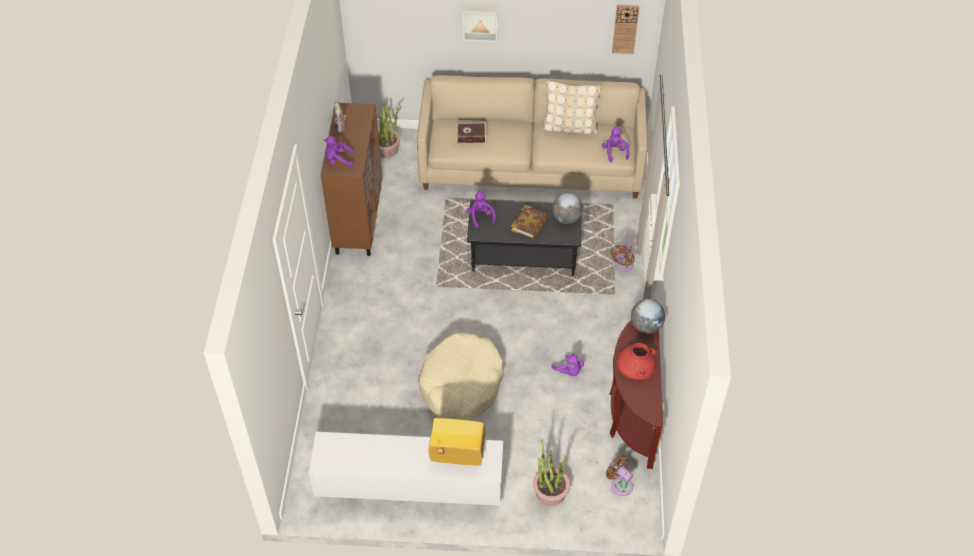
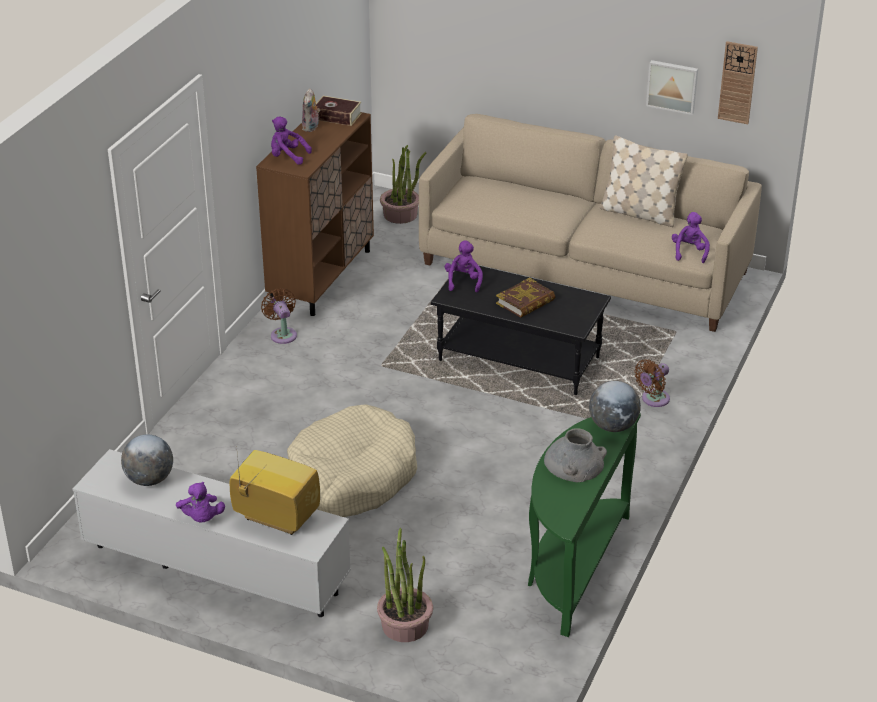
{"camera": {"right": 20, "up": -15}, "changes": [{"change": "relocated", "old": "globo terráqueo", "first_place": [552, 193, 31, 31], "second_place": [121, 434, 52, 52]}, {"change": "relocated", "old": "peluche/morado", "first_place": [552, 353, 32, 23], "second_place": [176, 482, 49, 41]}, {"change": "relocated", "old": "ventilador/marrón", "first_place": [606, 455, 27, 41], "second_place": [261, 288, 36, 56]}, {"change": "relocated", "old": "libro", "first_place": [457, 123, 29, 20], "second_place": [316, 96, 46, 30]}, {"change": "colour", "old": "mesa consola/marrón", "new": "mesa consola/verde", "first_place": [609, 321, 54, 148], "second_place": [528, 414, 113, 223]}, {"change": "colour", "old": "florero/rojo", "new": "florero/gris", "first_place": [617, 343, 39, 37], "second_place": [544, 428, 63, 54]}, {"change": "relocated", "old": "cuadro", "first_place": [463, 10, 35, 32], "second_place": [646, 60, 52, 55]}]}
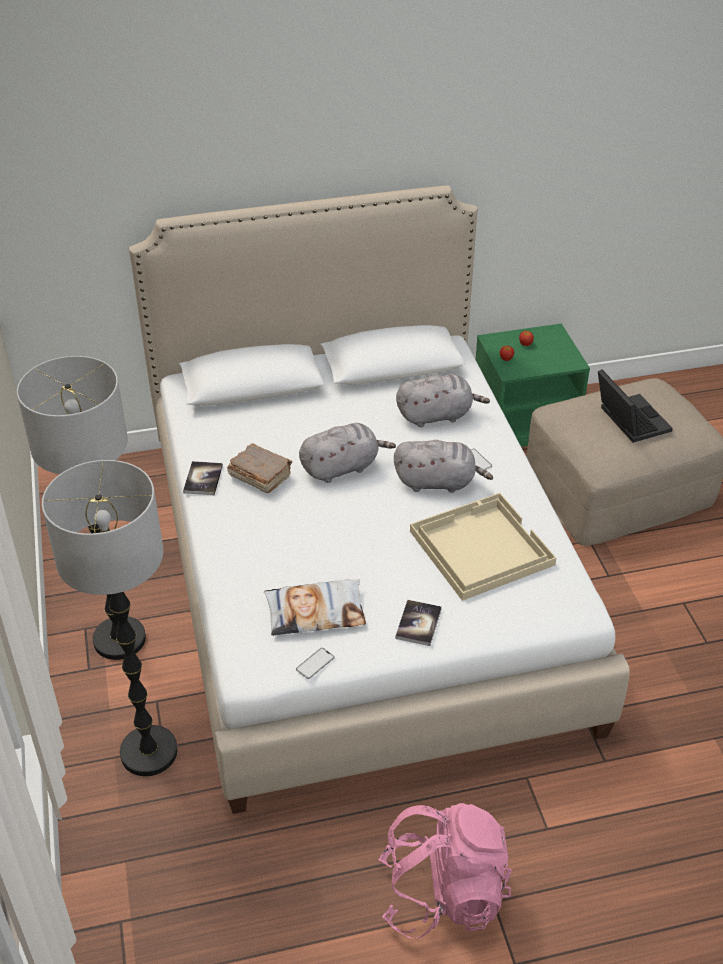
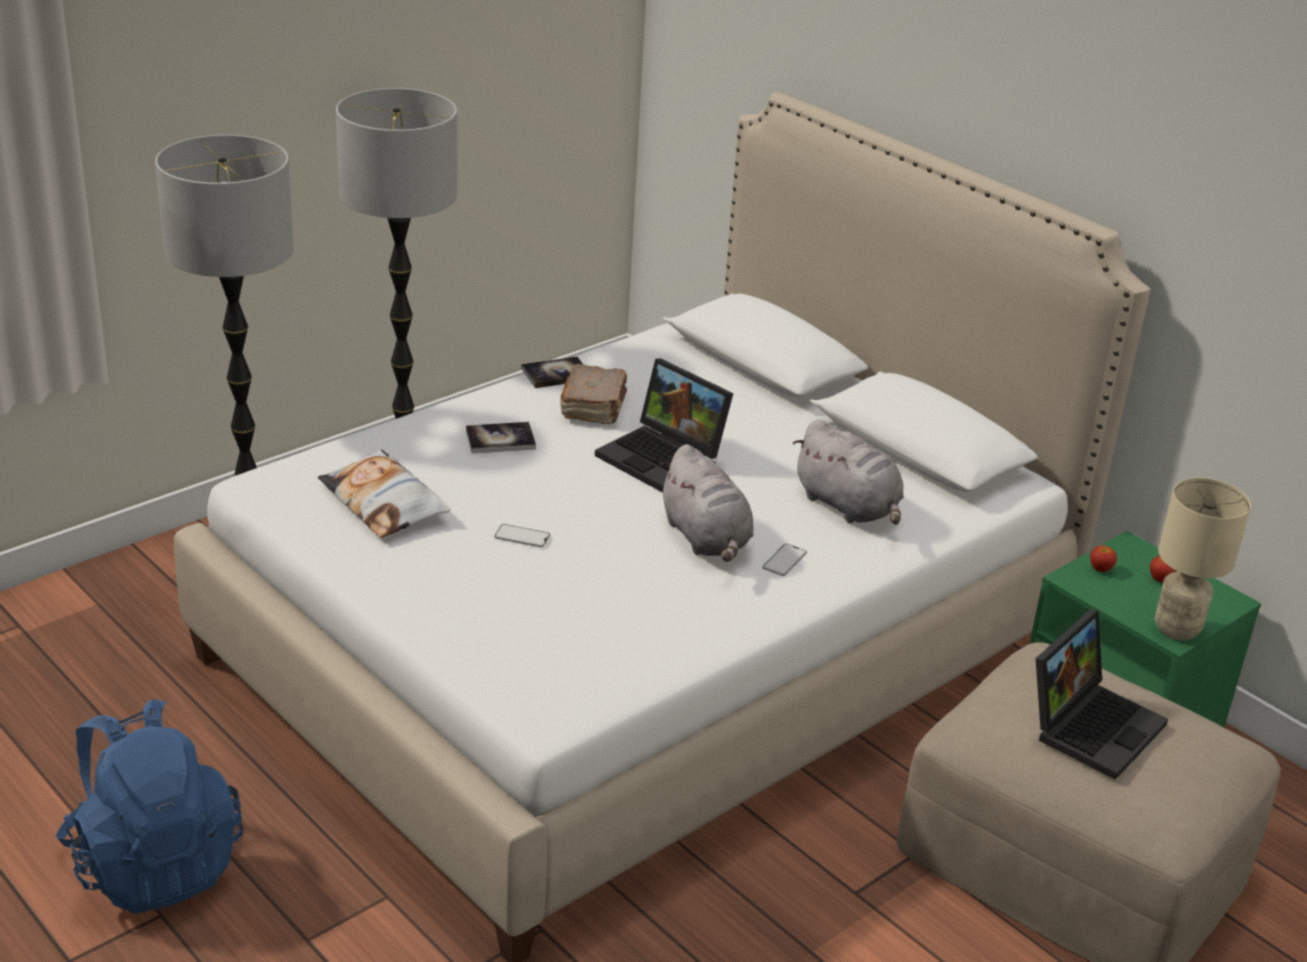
{"camera": {"right": 60, "up": -10}, "changes": [{"change": "colour", "old": "mochila/rosa", "new": "mochila/azul", "first_place": [378, 803, 134, 136], "second_place": [56, 699, 187, 215]}, {"change": "relocated", "old": "libro", "first_place": [395, 600, 47, 46], "second_place": [466, 422, 70, 31]}, {"change": "relocated", "old": "móvil", "first_place": [296, 648, 39, 31], "second_place": [494, 524, 56, 23]}, {"change": "exchanged", "old": "peluche/gris", "new": "portátil", "first_place": [299, 423, 97, 60], "second_place": [595, 358, 138, 135]}, {"change": "appeared", "new": "lámpara de mesa/beis", "second_place": [1155, 478, 96, 162]}, {"change": "missing", "old": "bandeja/beis", "first_place": [410, 493, 146, 108]}]}
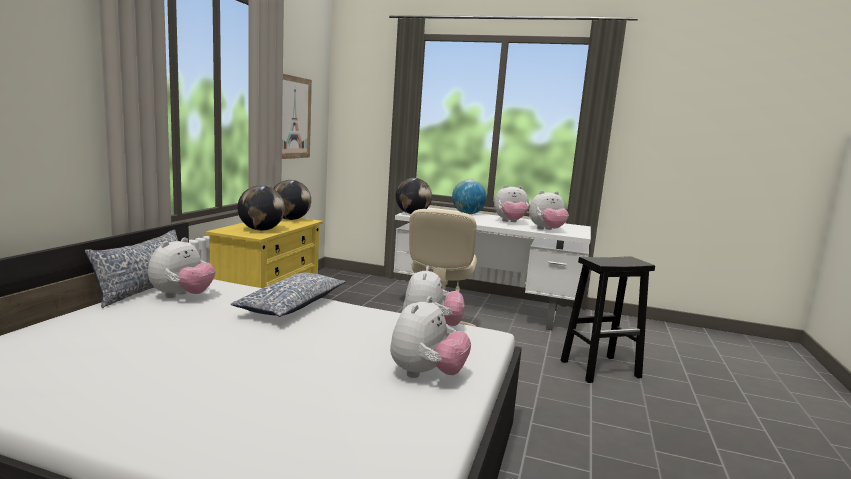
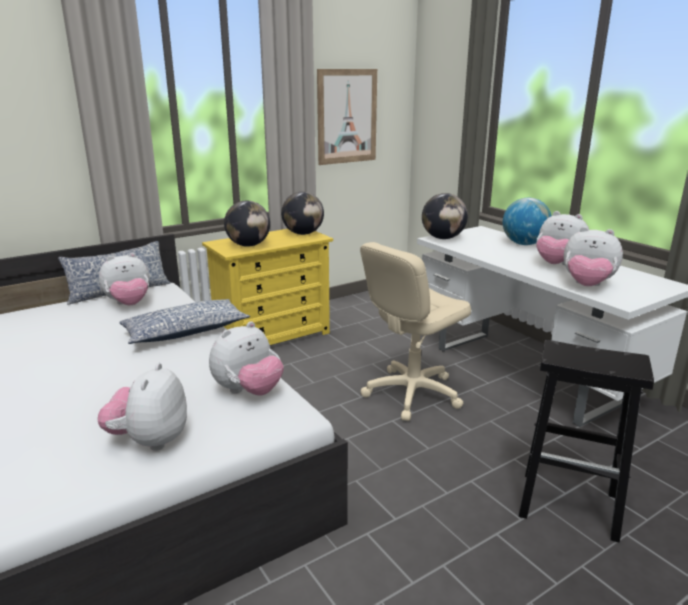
{"camera": {"right": 40, "up": 10}, "changes": [{"change": "spun", "old": "peluche", "first_place": [390, 296, 81, 82], "second_place": [97, 363, 90, 88], "degrees": 120}]}
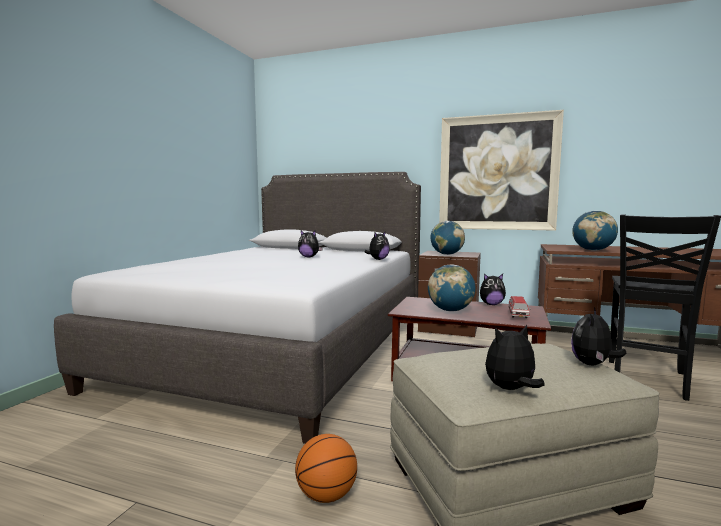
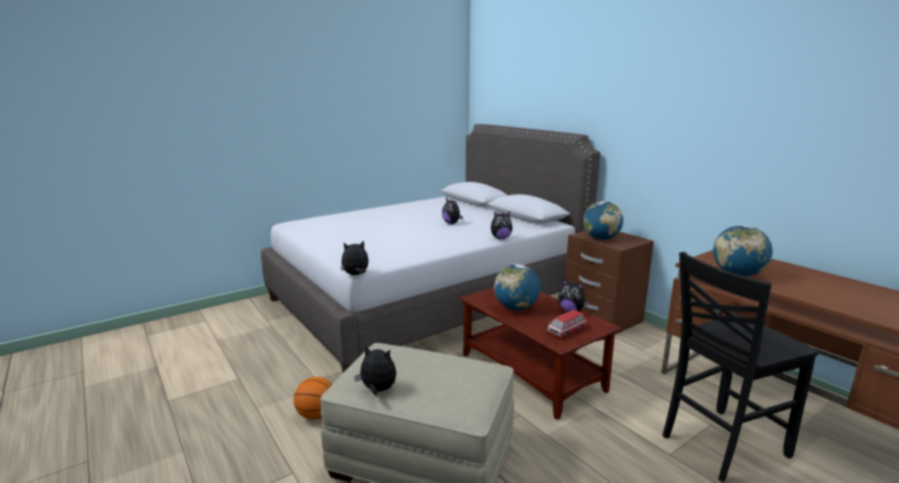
{"camera": {"right": 35, "up": 10}, "changes": [{"change": "relocated", "old": "peluche", "first_place": [571, 307, 55, 58], "second_place": [341, 241, 28, 34]}, {"change": "missing", "old": "cuadro", "first_place": [439, 110, 125, 121]}]}
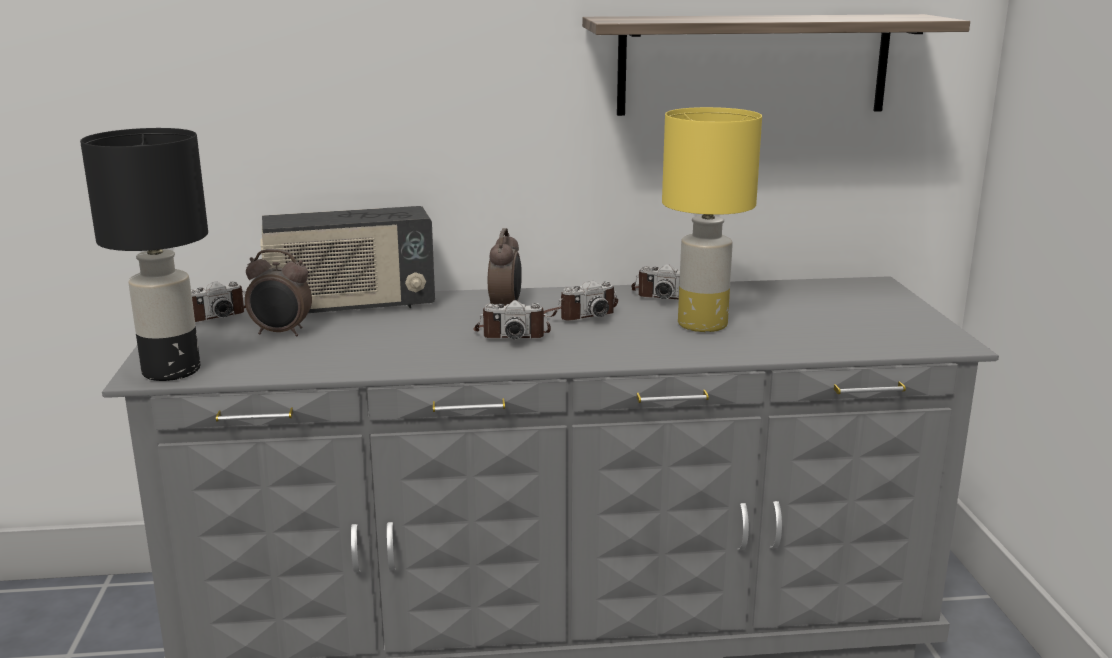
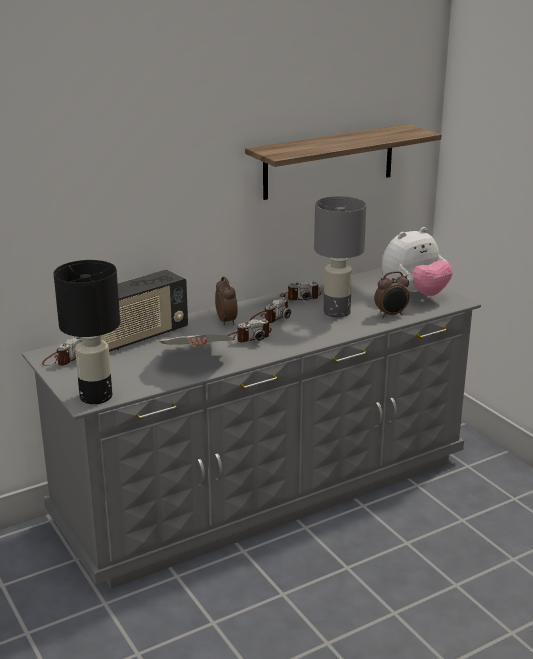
{"camera": {"right": -25, "up": 5}, "changes": [{"change": "appeared", "new": "periódico", "second_place": [158, 335, 77, 13]}, {"change": "colour", "old": "lámpara de mesa/amarillo", "new": "lámpara de mesa/gris", "first_place": [662, 107, 100, 225], "second_place": [314, 196, 52, 122]}, {"change": "relocated", "old": "despertador", "first_place": [245, 249, 67, 87], "second_place": [374, 271, 35, 47]}, {"change": "appeared", "new": "peluche", "second_place": [382, 227, 71, 69]}]}
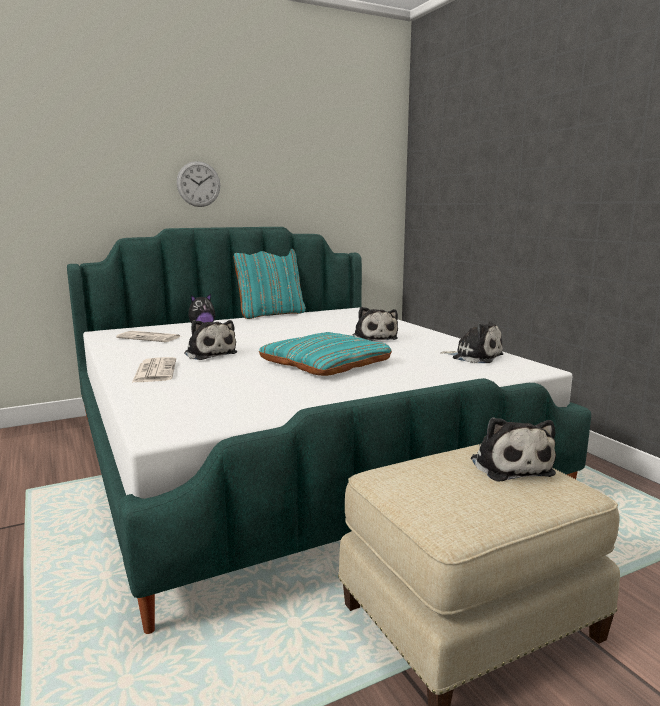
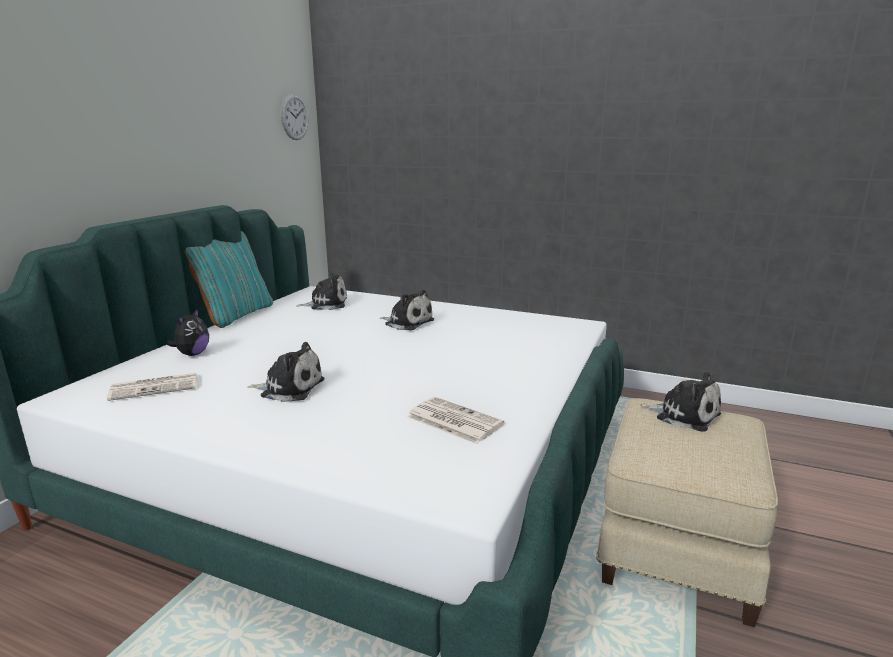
{"camera": {"right": -40, "up": 5}, "changes": [{"change": "relocated", "old": "reloj de pared", "first_place": [177, 161, 43, 46], "second_place": [281, 94, 27, 46]}, {"change": "relocated", "old": "peluche", "first_place": [440, 321, 63, 42], "second_place": [296, 273, 51, 37]}, {"change": "relocated", "old": "periódico", "first_place": [132, 357, 44, 26], "second_place": [407, 397, 97, 47]}, {"change": "missing", "old": "cojín/turquesa", "first_place": [259, 332, 133, 44]}]}
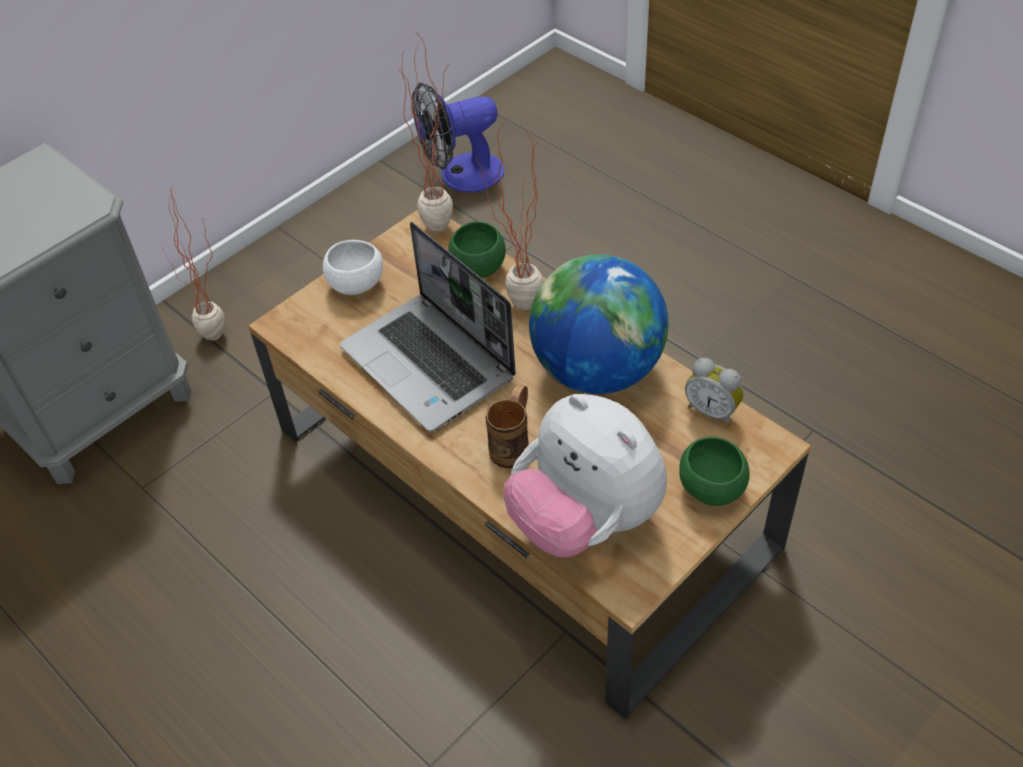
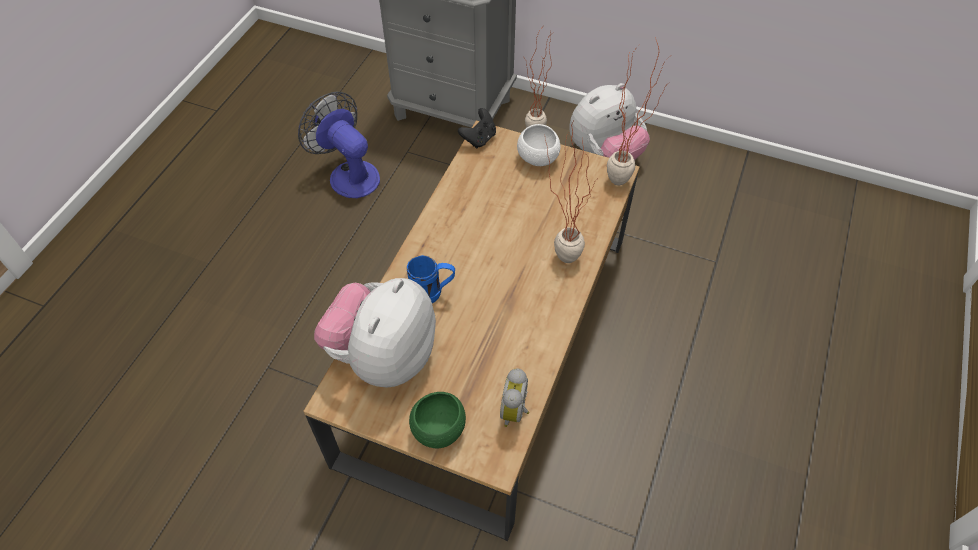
{"camera": {"right": 65, "up": 5}, "changes": [{"change": "relocated", "old": "ventilador", "first_place": [412, 83, 92, 109], "second_place": [298, 92, 82, 106]}, {"change": "colour", "old": "taza grande/marrón", "new": "taza grande/azul", "first_place": [485, 384, 44, 84], "second_place": [407, 255, 48, 48]}, {"change": "appeared", "new": "mando de consola/negro", "second_place": [458, 108, 38, 40]}, {"change": "appeared", "new": "peluche", "second_place": [569, 83, 81, 77]}, {"change": "missing", "old": "portátil", "first_place": [340, 222, 176, 210]}, {"change": "missing", "old": "cuenco/verde", "first_place": [448, 221, 58, 57]}, {"change": "missing", "old": "globo terráqueo", "first_place": [529, 254, 139, 140]}]}
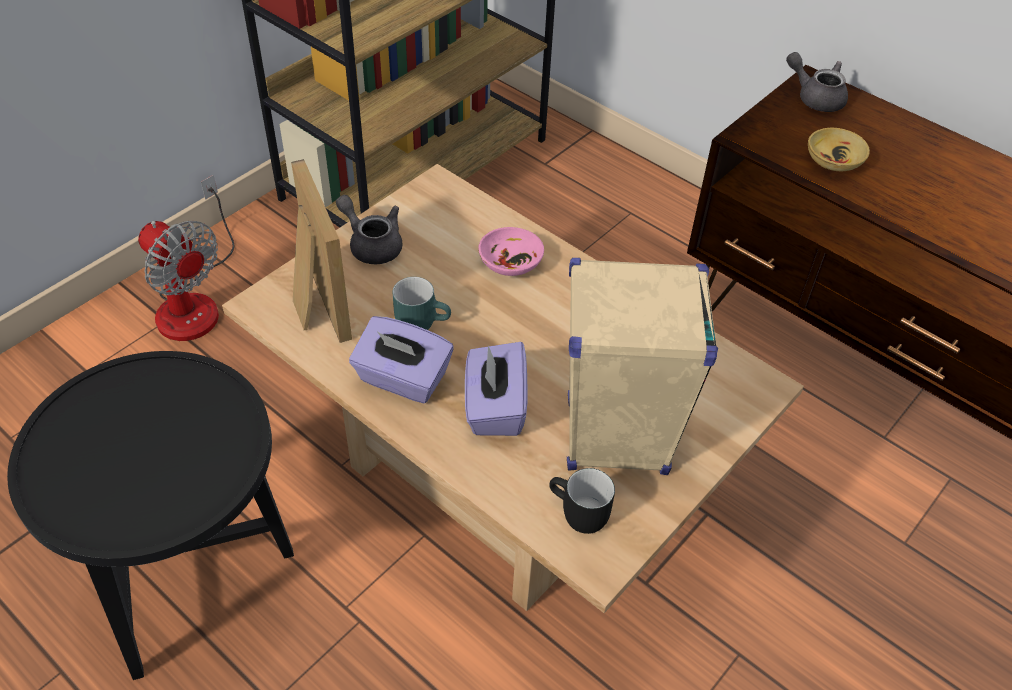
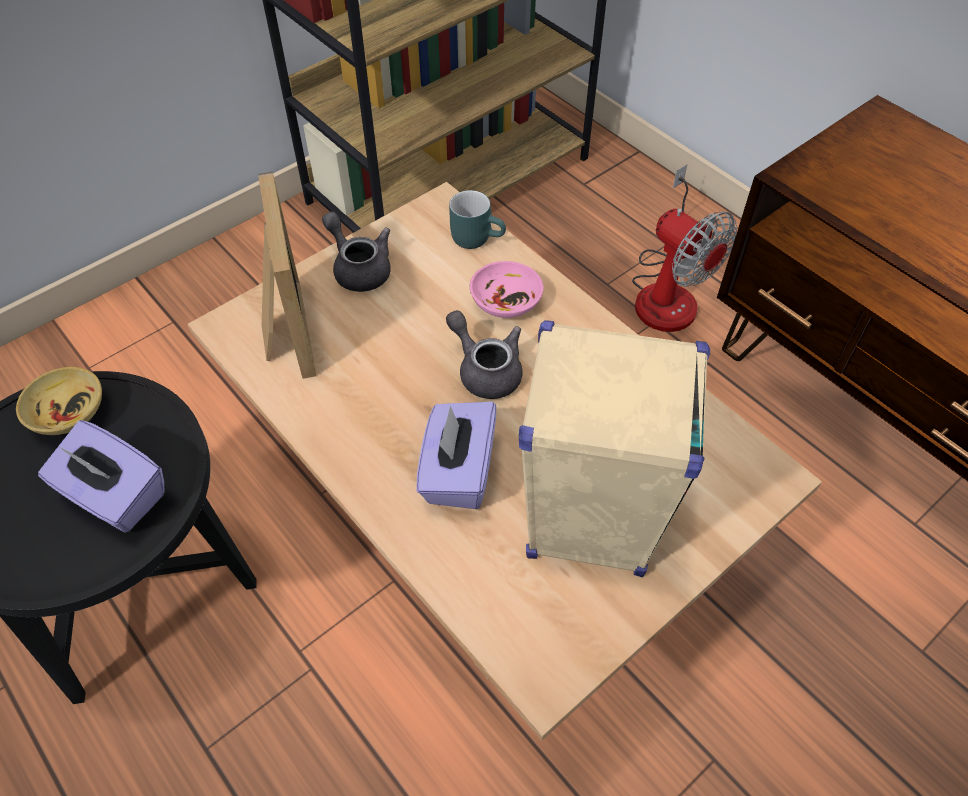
{"camera": {"right": 10, "up": 5}, "changes": [{"change": "relocated", "old": "cuenco/beis", "first_place": [808, 127, 62, 44], "second_place": [16, 367, 86, 68]}, {"change": "relocated", "old": "caja de pañuelos/morado", "first_place": [349, 316, 105, 87], "second_place": [38, 420, 127, 113]}, {"change": "relocated", "old": "tetera/gris", "first_place": [786, 52, 62, 60], "second_place": [446, 310, 77, 89]}, {"change": "relocated", "old": "taza grande/turquesa", "first_place": [393, 277, 58, 53], "second_place": [449, 190, 57, 59]}, {"change": "relocated", "old": "ventilador", "first_place": [138, 175, 96, 166], "second_place": [632, 164, 106, 168]}, {"change": "missing", "old": "taza grande/negro", "first_place": [549, 468, 66, 66]}]}
